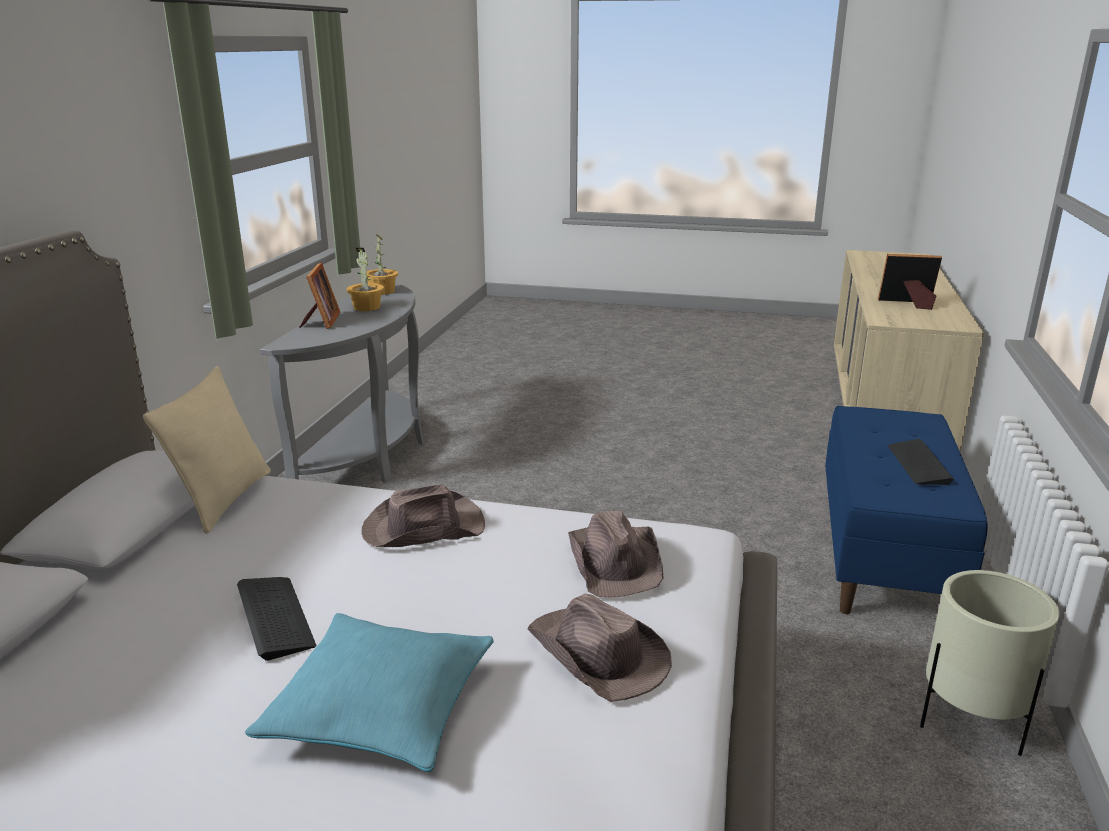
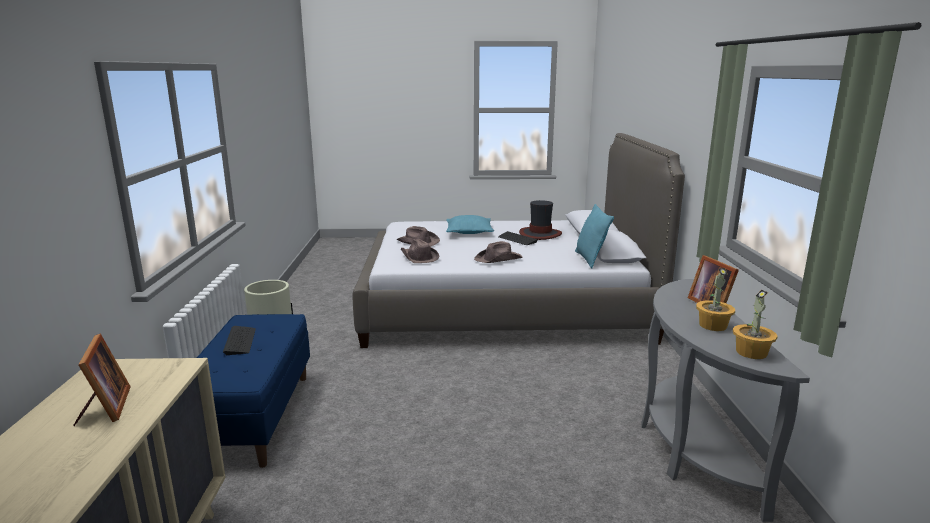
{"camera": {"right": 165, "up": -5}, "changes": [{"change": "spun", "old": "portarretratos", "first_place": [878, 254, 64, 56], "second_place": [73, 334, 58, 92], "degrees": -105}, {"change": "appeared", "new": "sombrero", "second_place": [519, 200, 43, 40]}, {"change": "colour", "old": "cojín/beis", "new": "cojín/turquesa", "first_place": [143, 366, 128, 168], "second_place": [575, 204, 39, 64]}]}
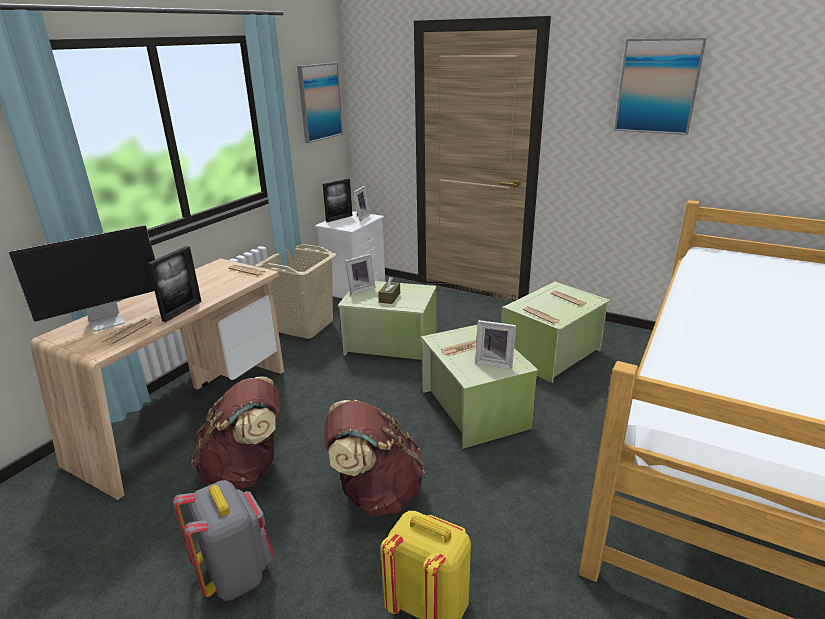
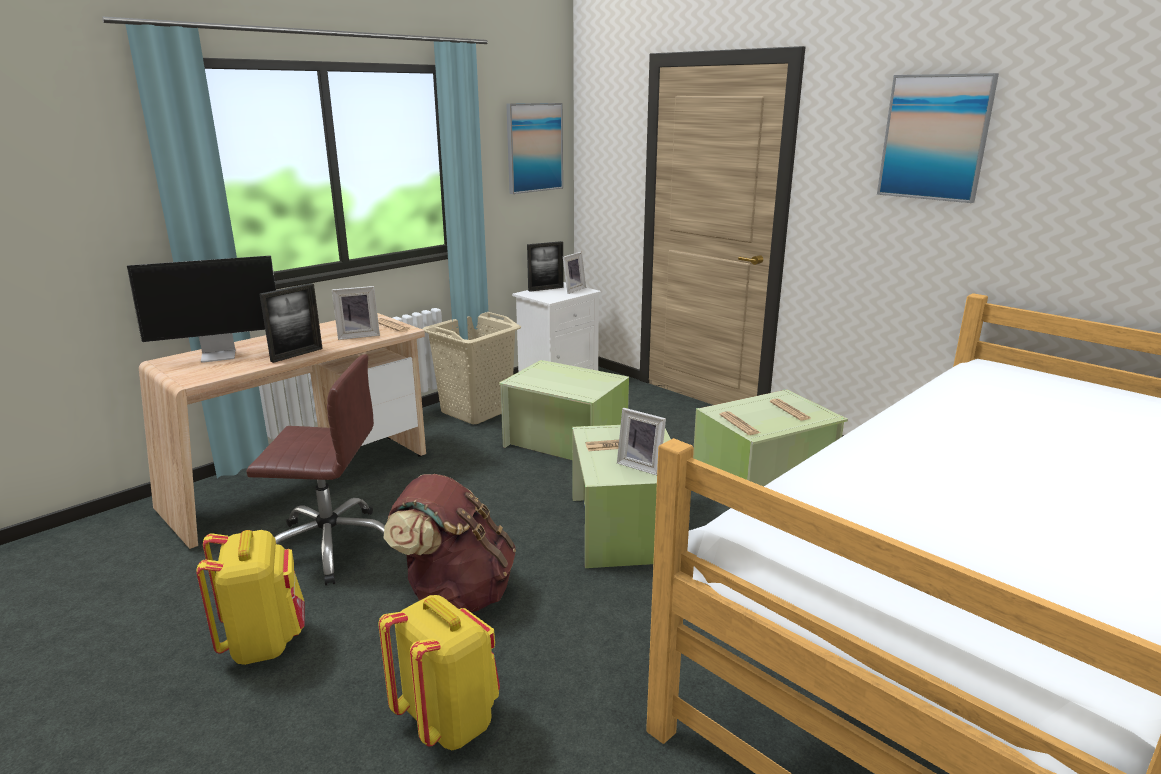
{"camera": {"right": 15, "up": -5}, "changes": [{"change": "colour", "old": "mochila/gris", "new": "mochila/amarillo", "first_place": [173, 480, 101, 121], "second_place": [196, 530, 109, 135]}, {"change": "exchanged", "old": "mochila/marrón", "new": "silla de oficina/marrón", "first_place": [191, 376, 88, 113], "second_place": [246, 354, 146, 232]}, {"change": "relocated", "old": "portarretratos", "first_place": [345, 254, 31, 41], "second_place": [332, 286, 48, 54]}, {"change": "missing", "old": "periódico", "first_place": [101, 318, 51, 28]}, {"change": "missing", "old": "caja de pañuelos/marrón", "first_place": [378, 277, 22, 27]}]}
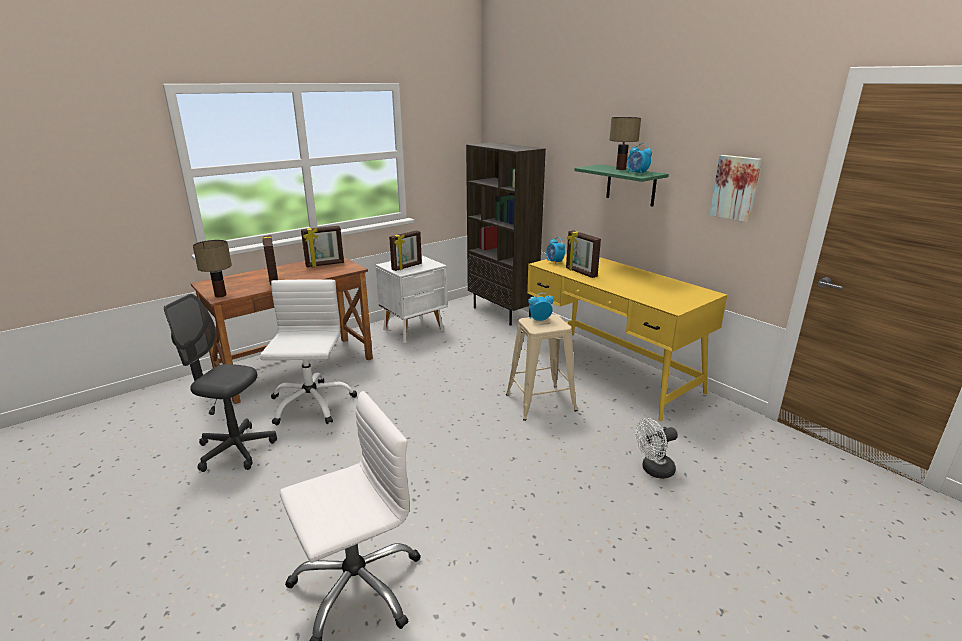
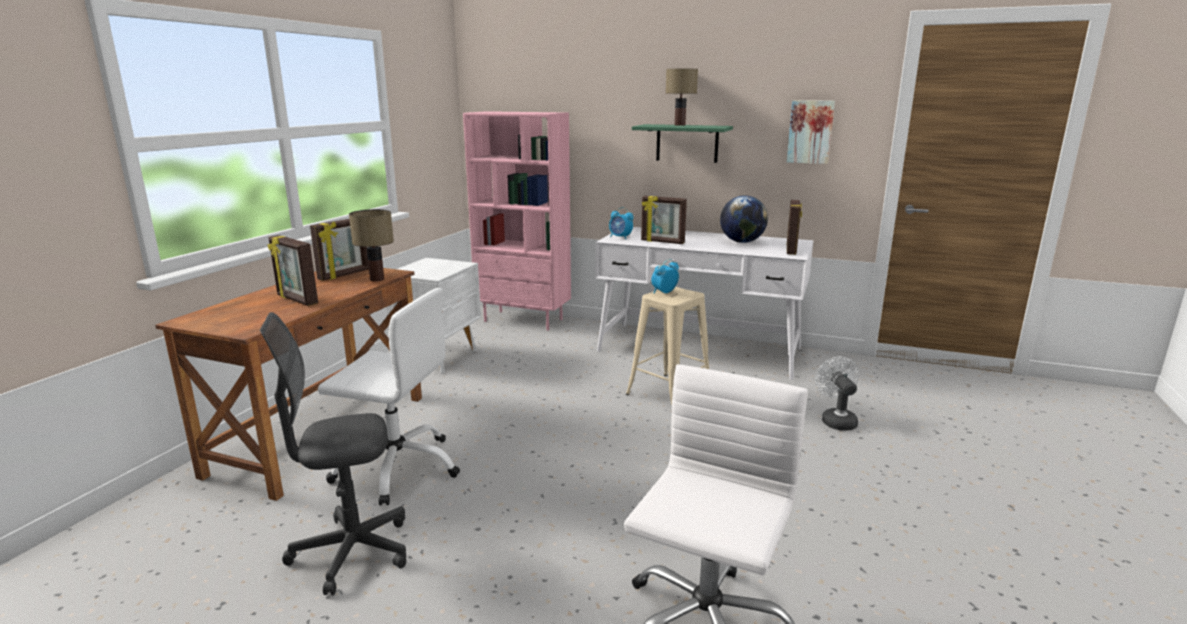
{"camera": {"right": -30, "up": -5}, "changes": [{"change": "spun", "old": "silla de oficina/blanco", "first_place": [260, 279, 97, 146], "second_place": [318, 288, 142, 218], "degrees": 135}, {"change": "relocated", "old": "lámpara de mesa", "first_place": [193, 240, 39, 57], "second_place": [349, 209, 45, 73]}, {"change": "colour", "old": "estantería/marrón", "new": "estantería/rosa", "first_place": [466, 142, 80, 184], "second_place": [463, 111, 108, 220]}, {"change": "colour", "old": "escritorio/amarillo", "new": "escritorio/blanco", "first_place": [527, 254, 200, 167], "second_place": [596, 227, 218, 153]}, {"change": "appeared", "new": "globo terráqueo", "second_place": [720, 196, 48, 47]}, {"change": "relocated", "old": "portarretratos", "first_place": [389, 230, 33, 41], "second_place": [787, 200, 15, 55]}, {"change": "spun", "old": "ventilador/blanco", "first_place": [635, 418, 43, 61], "second_place": [816, 357, 43, 73], "degrees": 135}, {"change": "missing", "old": "despertador", "first_place": [627, 143, 25, 32]}]}
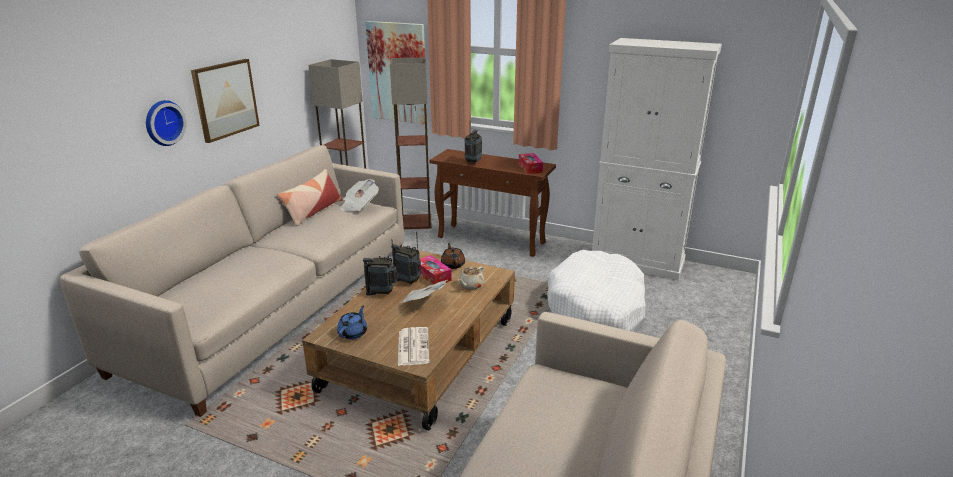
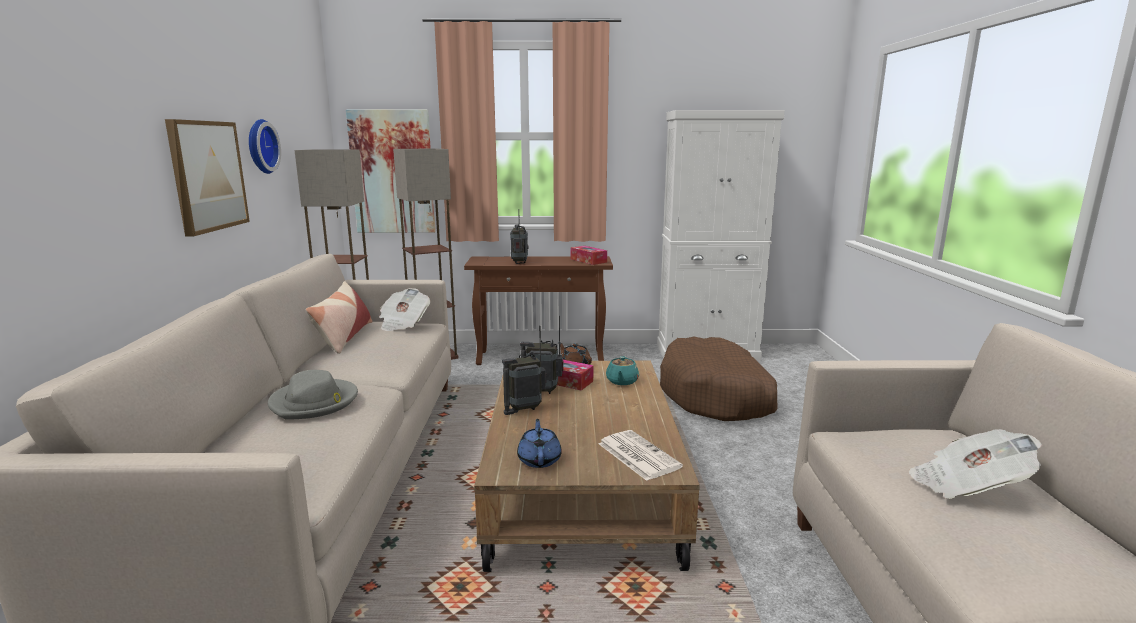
{"camera": {"right": -25, "up": -10}, "changes": [{"change": "relocated", "old": "reloj de pared", "first_place": [146, 100, 41, 46], "second_place": [249, 119, 32, 55]}, {"change": "appeared", "new": "sombrero/gris", "second_place": [268, 370, 90, 50]}, {"change": "colour", "old": "tetera/beis", "new": "tetera/turquesa", "first_place": [458, 266, 26, 24], "second_place": [606, 356, 33, 29]}, {"change": "colour", "old": "cama para perro/blanco", "new": "cama para perro/marrón", "first_place": [547, 250, 99, 81], "second_place": [660, 337, 118, 84]}, {"change": "relocated", "old": "periódico", "first_place": [400, 280, 47, 23], "second_place": [909, 429, 134, 70]}]}
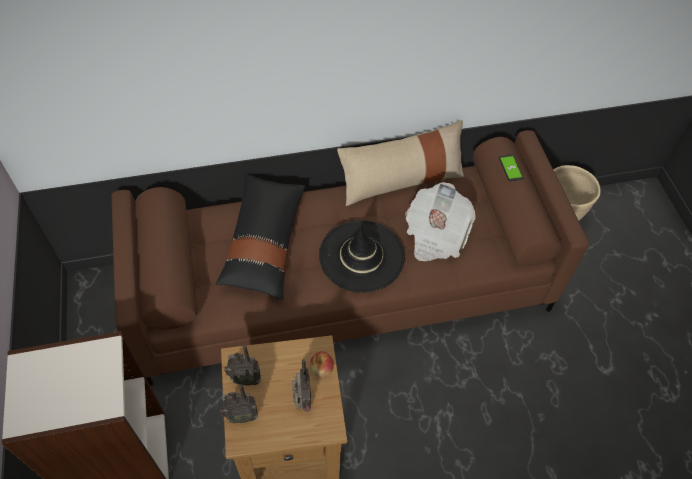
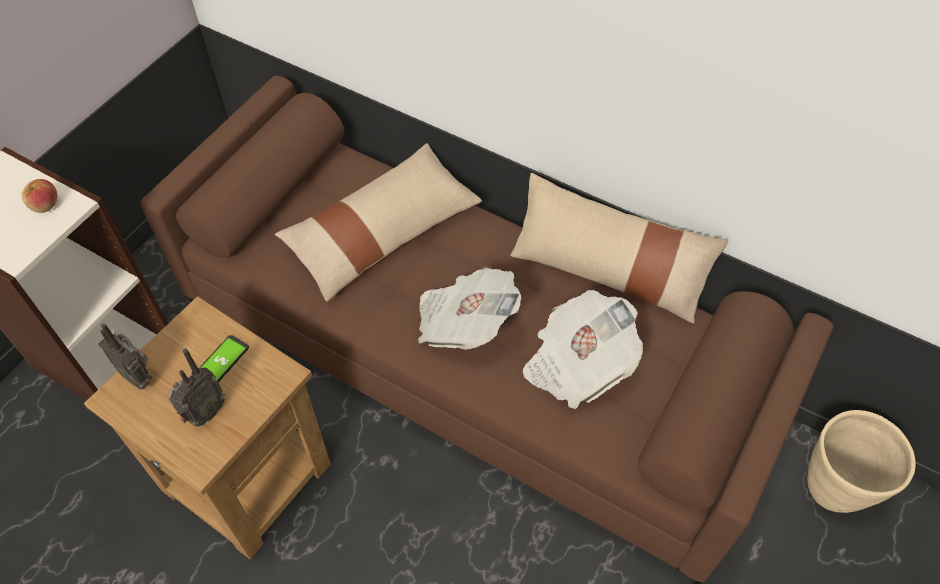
{"camera": {"right": 45, "up": 0}, "changes": [{"change": "relocated", "old": "manzana", "first_place": [310, 351, 24, 26], "second_place": [22, 179, 36, 34]}, {"change": "relocated", "old": "móvil", "first_place": [499, 154, 24, 27], "second_place": [199, 335, 50, 47]}, {"change": "colour", "old": "cojín/negro", "new": "cojín/beis", "first_place": [216, 174, 90, 126], "second_place": [275, 143, 207, 158]}, {"change": "exchanged", "old": "sombrero/negro", "new": "periódico", "first_place": [319, 220, 86, 73], "second_place": [418, 267, 103, 83]}, {"change": "missing", "old": "radio", "first_place": [224, 346, 37, 40]}]}
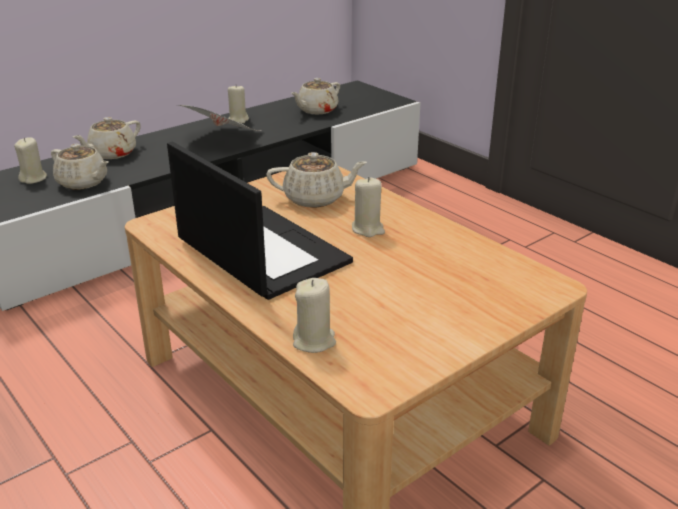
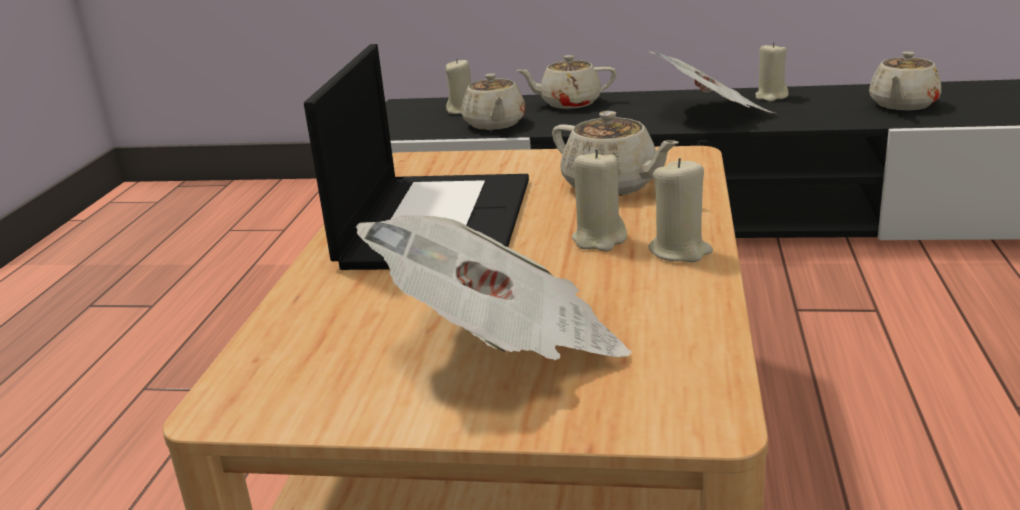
{"camera": {"right": 50, "up": -5}, "changes": [{"change": "appeared", "new": "periódico", "second_place": [356, 215, 276, 145]}, {"change": "relocated", "old": "vela/beis", "first_place": [293, 278, 43, 75], "second_place": [648, 158, 65, 104]}, {"change": "spun", "old": "tetera/beis", "first_place": [291, 78, 49, 37], "second_place": [869, 51, 72, 59], "degrees": -60}]}
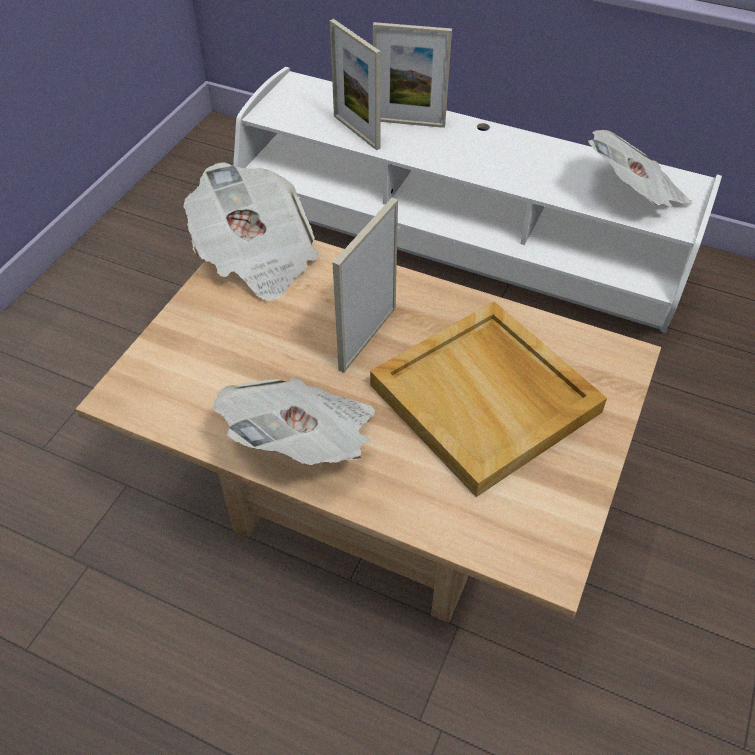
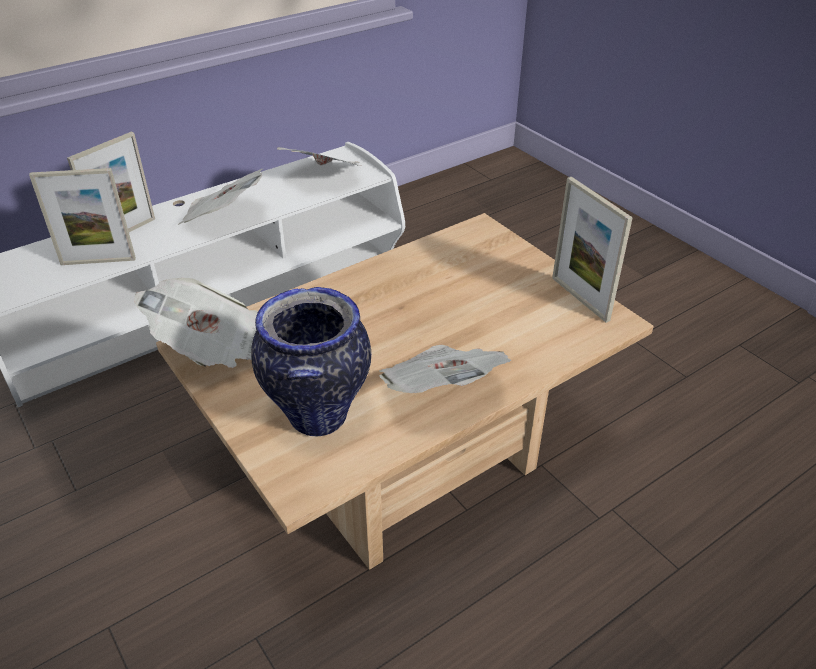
{"camera": {"right": -60, "up": -10}, "changes": [{"change": "appeared", "new": "periódico", "second_place": [178, 168, 86, 57]}, {"change": "appeared", "new": "florero", "second_place": [251, 287, 120, 149]}, {"change": "relocated", "old": "portarretratos", "first_place": [332, 198, 66, 175], "second_place": [552, 177, 81, 146]}, {"change": "missing", "old": "bandeja/beis", "first_place": [370, 301, 237, 196]}]}
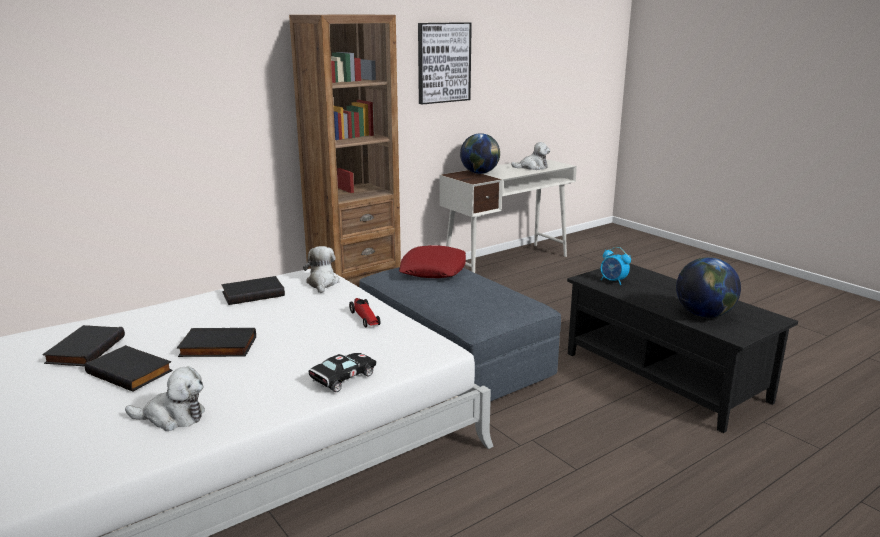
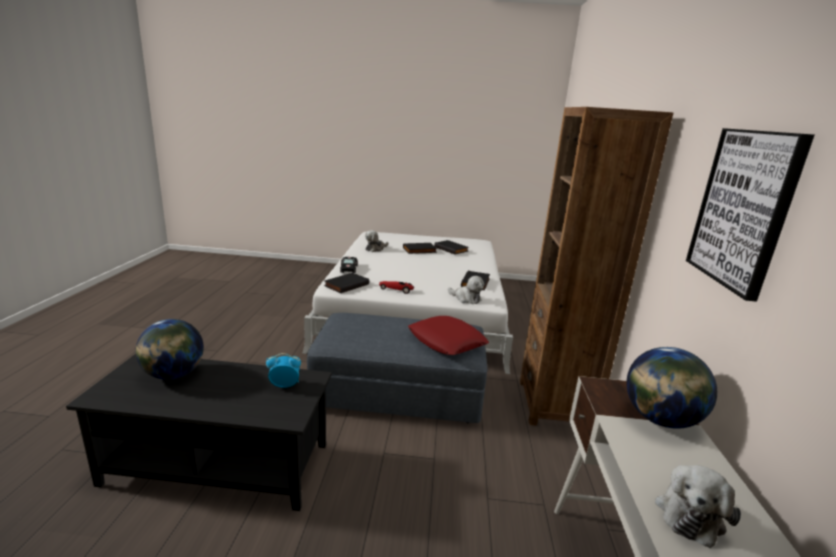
{"camera": {"right": 130, "up": 0}, "changes": [{"change": "relocated", "old": "libro/negro", "first_place": [177, 328, 79, 29], "second_place": [324, 273, 45, 20]}]}
